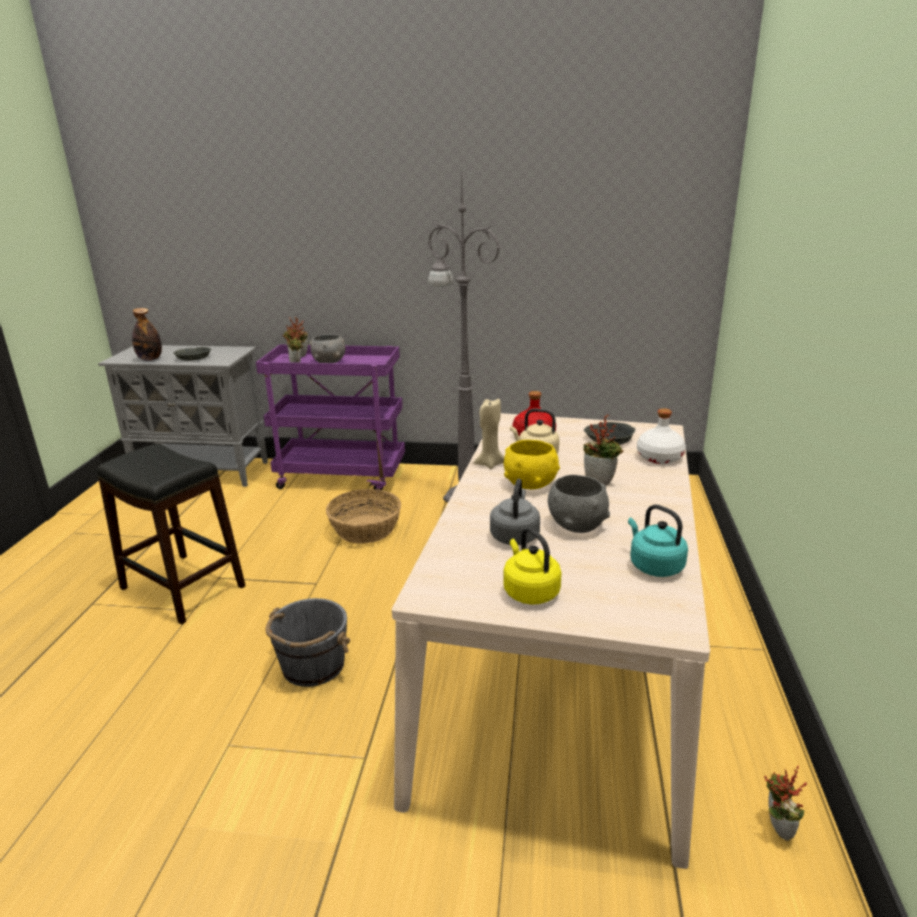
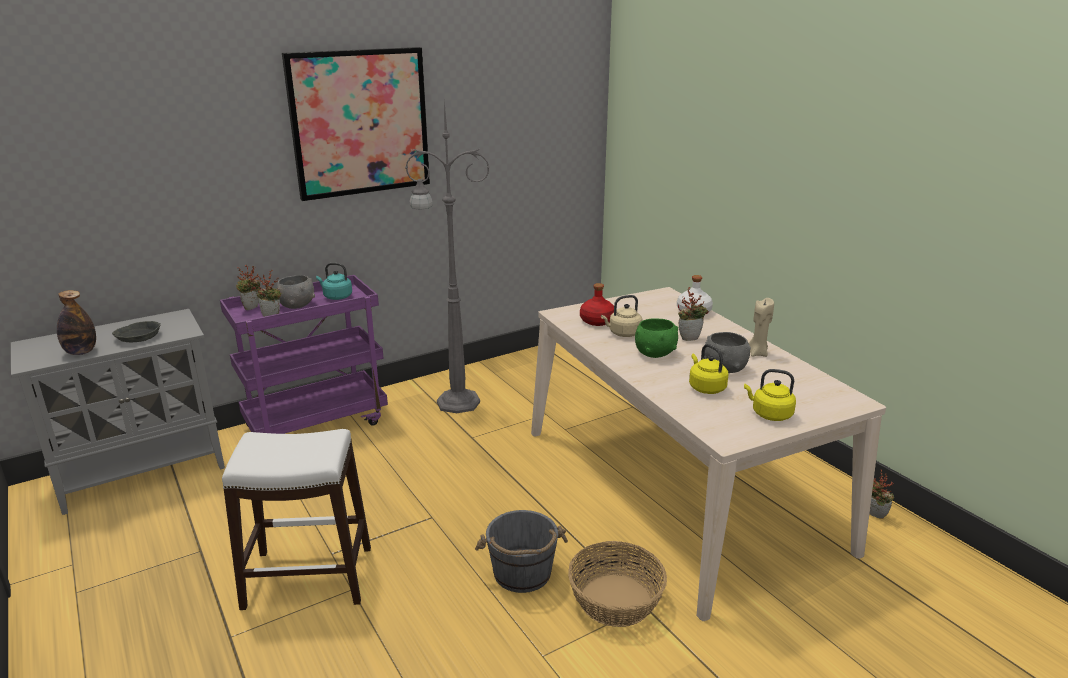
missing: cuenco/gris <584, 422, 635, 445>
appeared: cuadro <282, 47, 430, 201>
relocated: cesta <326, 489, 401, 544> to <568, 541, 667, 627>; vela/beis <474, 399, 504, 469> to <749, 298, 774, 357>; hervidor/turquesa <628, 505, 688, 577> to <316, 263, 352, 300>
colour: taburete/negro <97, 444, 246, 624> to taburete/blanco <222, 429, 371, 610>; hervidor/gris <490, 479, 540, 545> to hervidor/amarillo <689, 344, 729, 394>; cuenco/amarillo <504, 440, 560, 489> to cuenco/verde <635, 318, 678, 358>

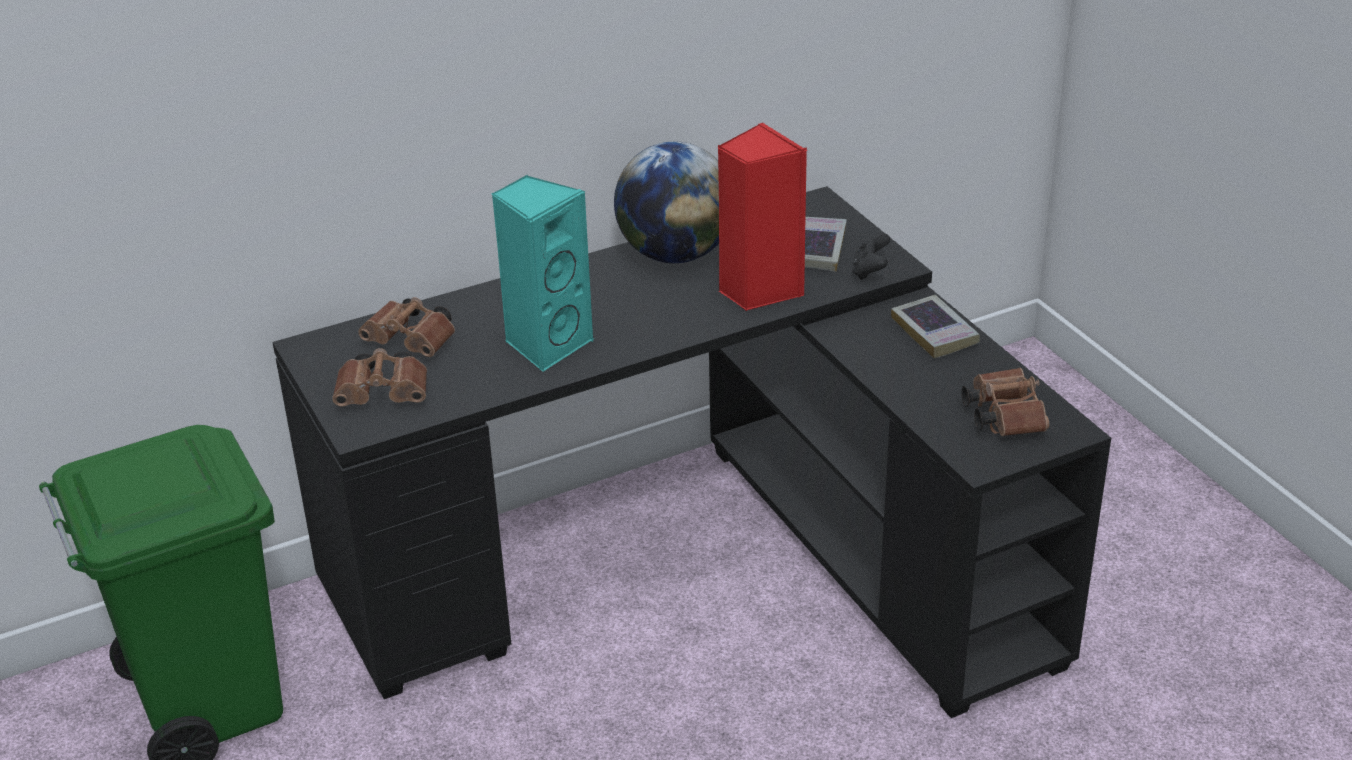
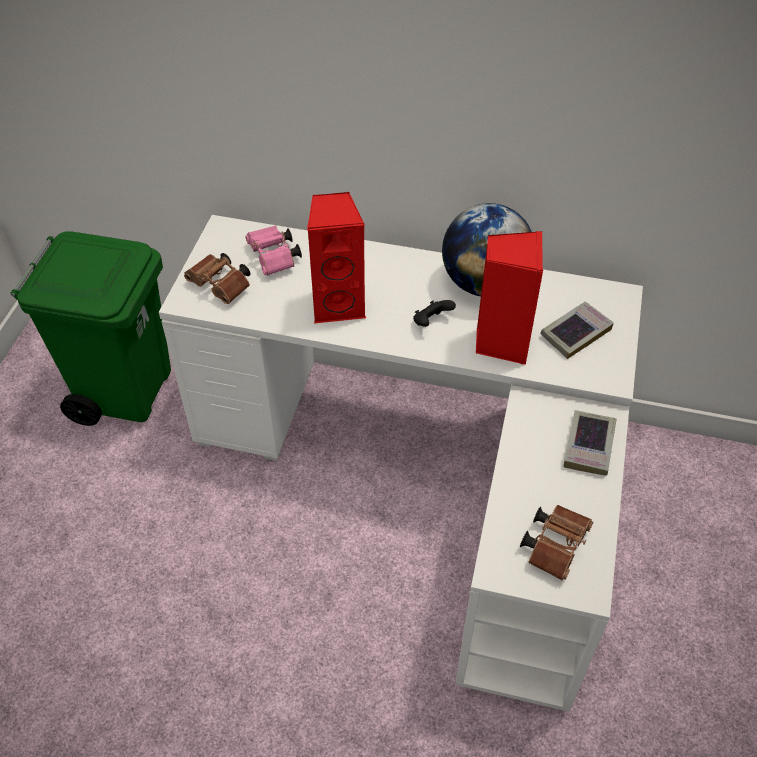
relocated: mando de consola/negro <852, 233, 890, 280> to <413, 300, 456, 327>
colour: escritorio/negro <272, 186, 1111, 718> to escritorio/blanco <159, 215, 643, 712>; prismáticos/marrón <359, 297, 455, 357> to prismáticos/rosa <245, 225, 302, 276>; altavoz/turquesa <492, 175, 594, 372> to altavoz/rojo <307, 192, 366, 324>

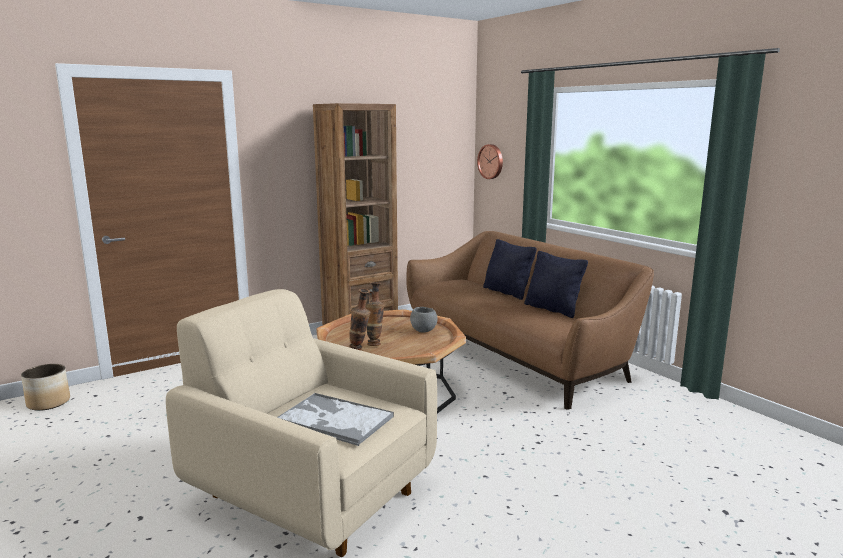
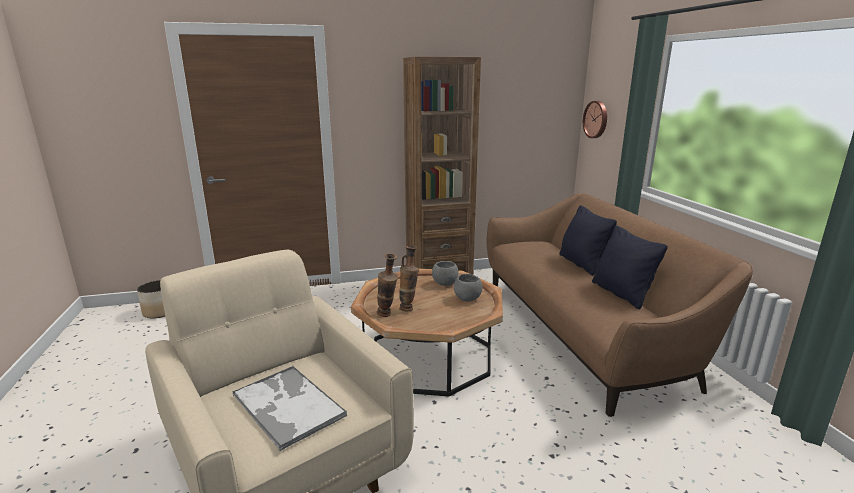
appeared: cuenco/gris <432, 261, 459, 286>

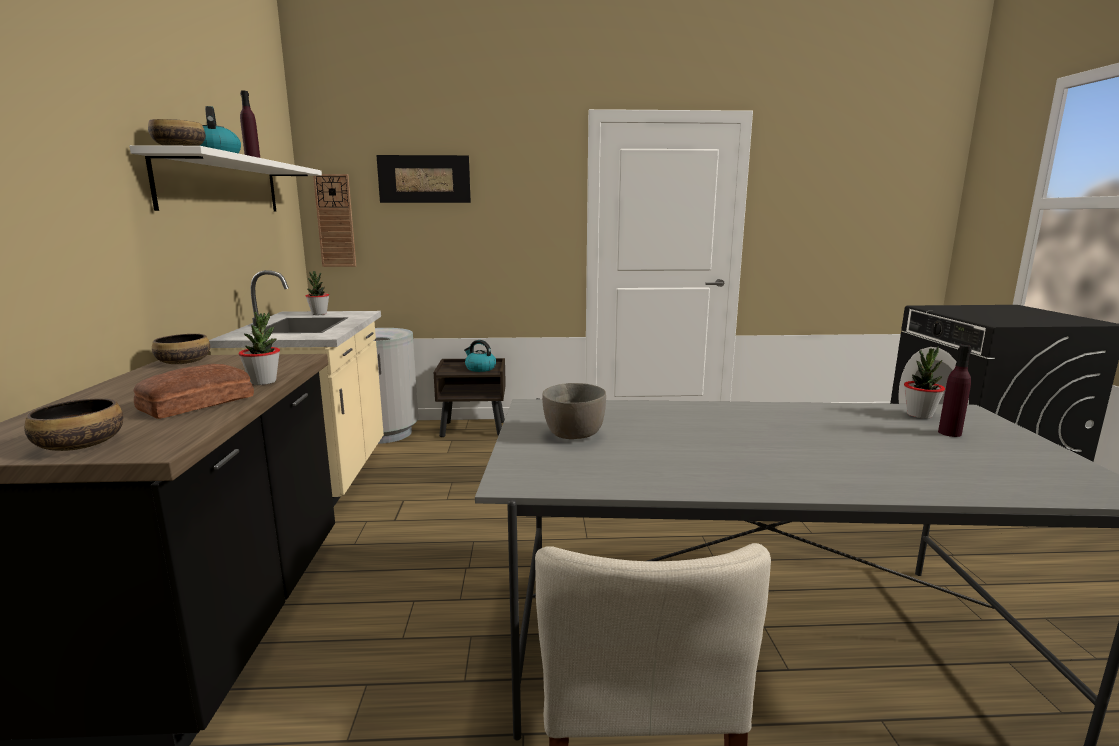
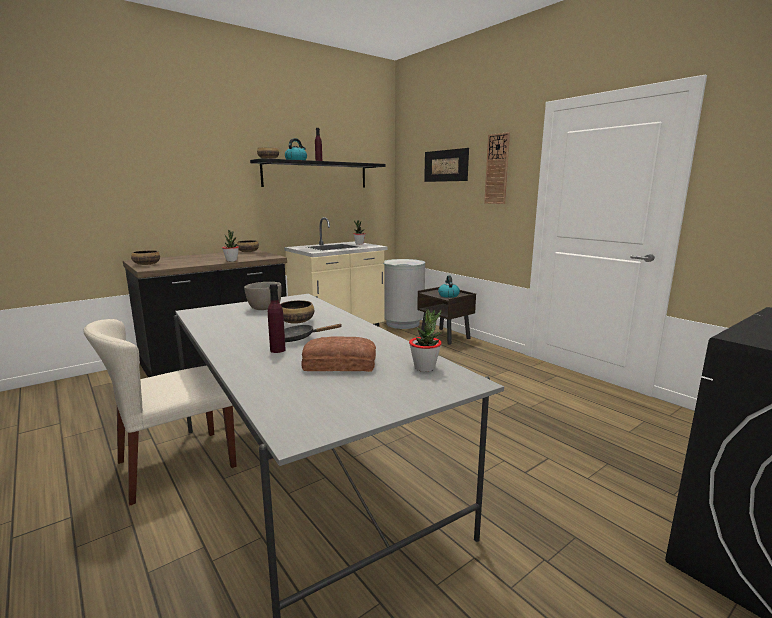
appeared: cuenco <281, 300, 314, 324>; sartén/negro <284, 324, 342, 342>
relocated: pan <134, 364, 254, 419> to <301, 336, 376, 372>; reloj de pared <313, 174, 356, 267> to <484, 132, 510, 204>; botella/morado <938, 345, 972, 437> to <268, 284, 286, 353>
colour: estante/blanco <129, 145, 322, 212> to estante/negro <250, 158, 386, 188>

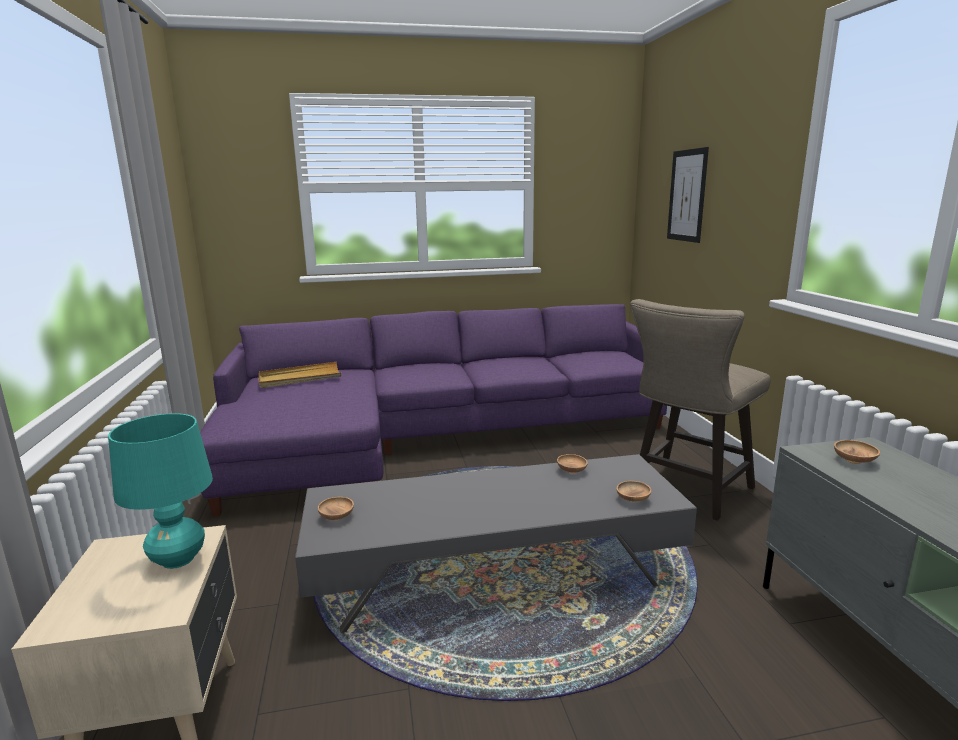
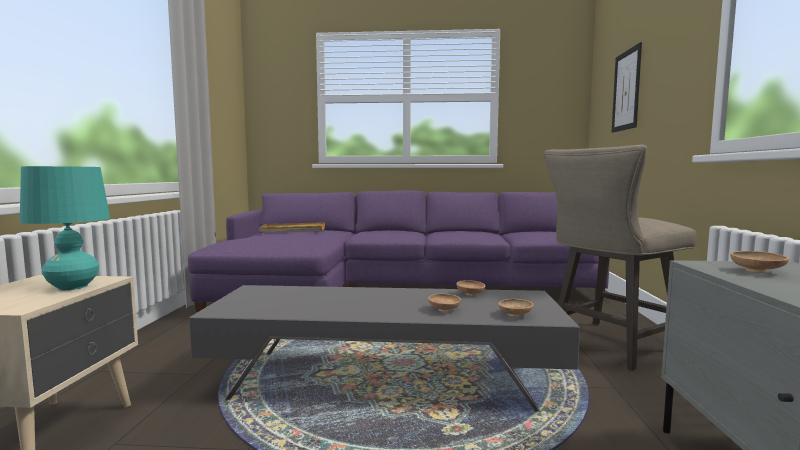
relocated: cuenco/marrón <318, 497, 354, 521> to <428, 294, 461, 312>

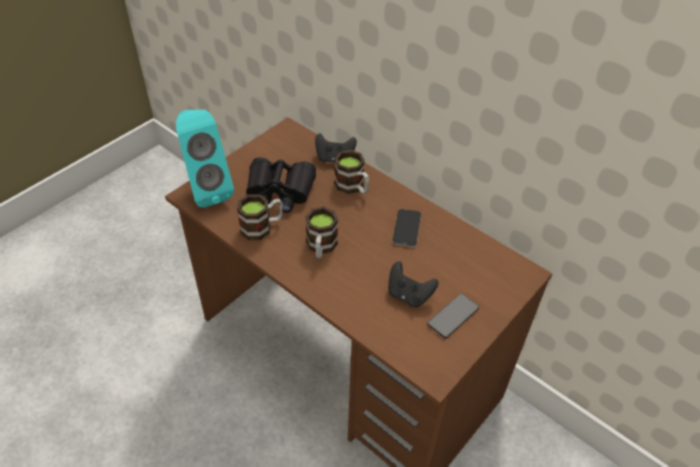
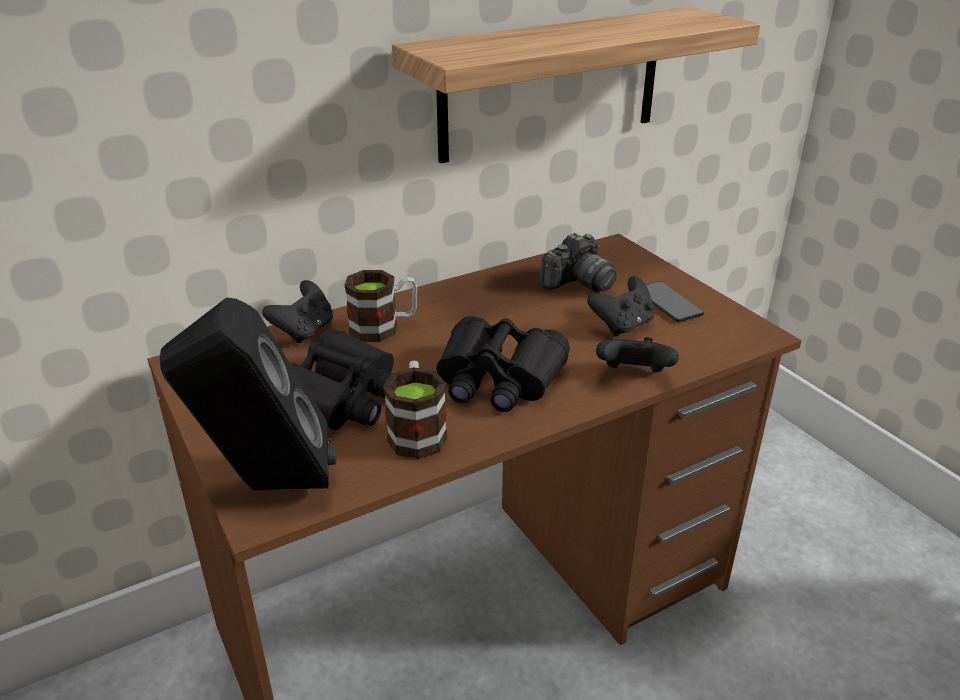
missing: móvil <393, 209, 421, 247>
appeared: estante <392, 7, 761, 164>; cámara <539, 233, 617, 292>; mando de consola/negro <596, 337, 679, 373>
exchanged: taza grande <305, 206, 338, 259> to prismáticos/negro <436, 316, 570, 412>
colour: altavoz/turquesa <176, 110, 234, 208> to altavoz/negro <160, 297, 336, 491>

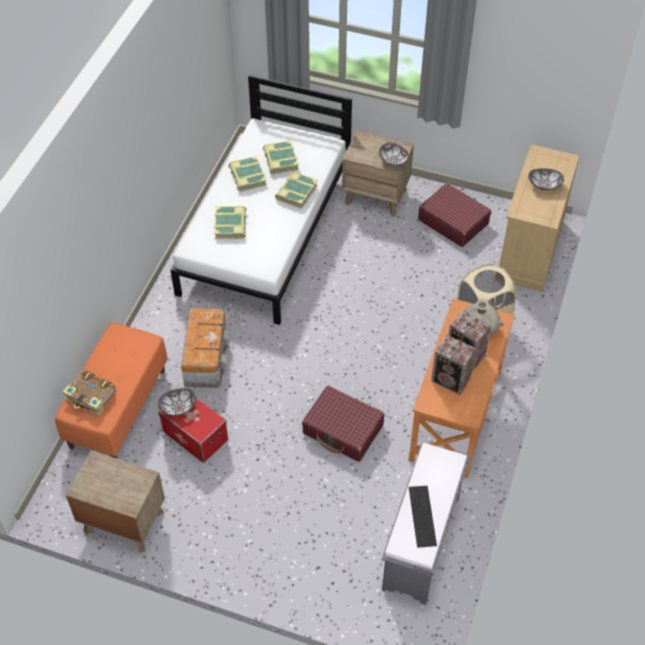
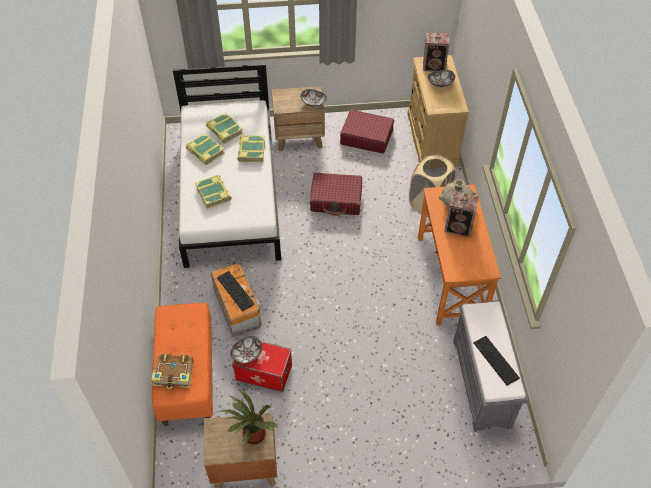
appeared: teclado <217, 271, 255, 311>; planta en maceta <218, 389, 278, 445>
relocated: maleta/rojo <302, 385, 384, 462> to <310, 172, 362, 216>; altavoz <431, 335, 476, 395> to <423, 32, 449, 72>

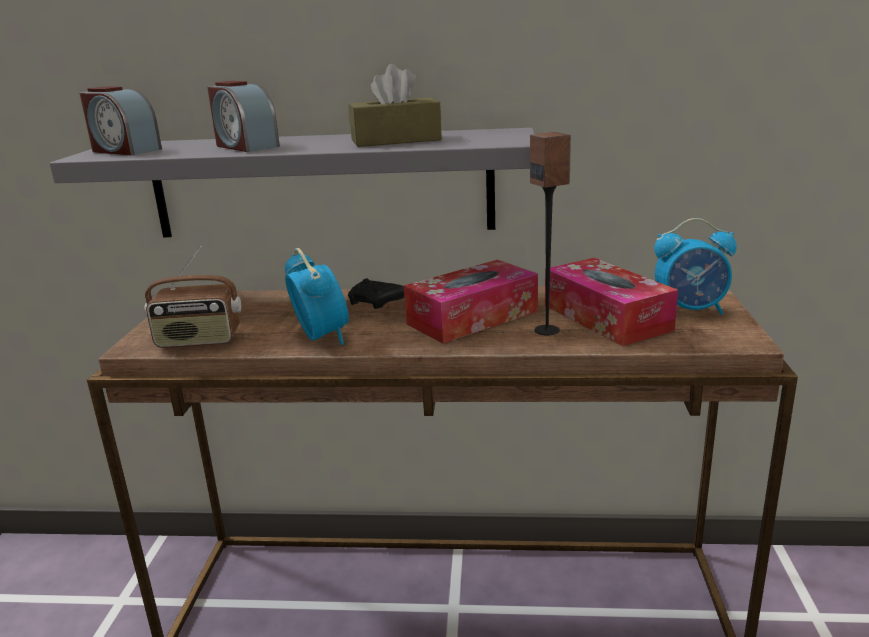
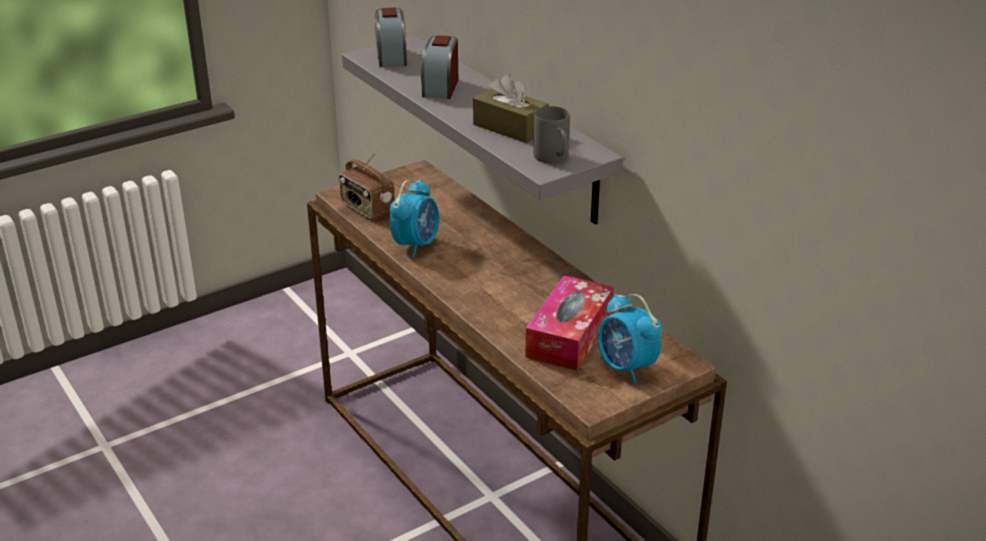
missing: mando de consola/negro <348, 278, 404, 309>; caja de pañuelos <404, 260, 538, 344>; altavoz <530, 132, 571, 336>
appeared: taza grande/gris <533, 106, 570, 164>

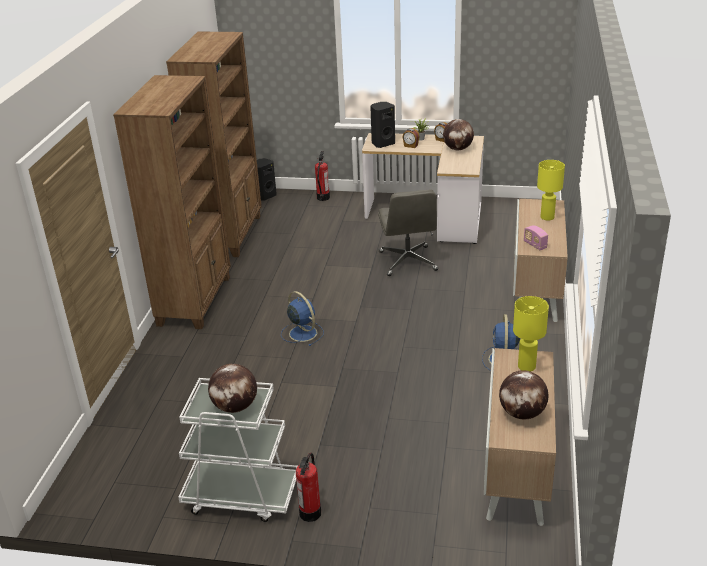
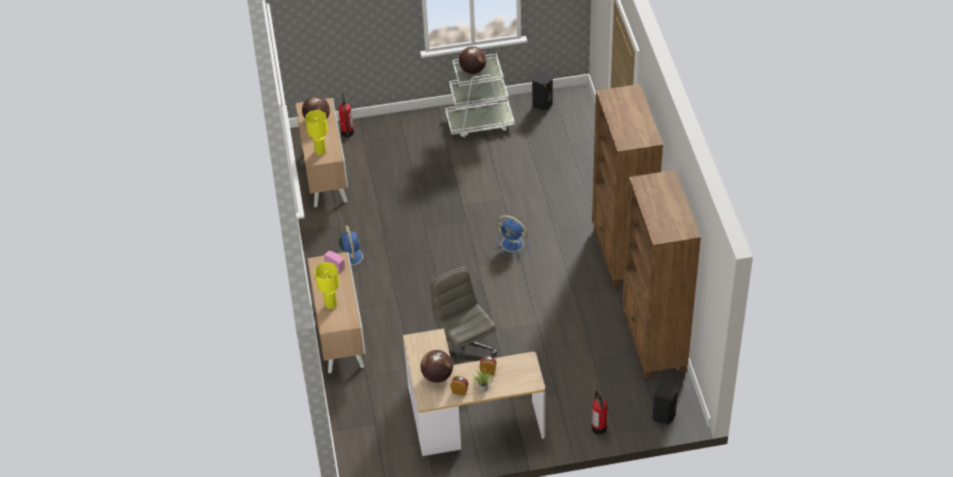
relocated: extintor <296, 453, 321, 522> to <338, 93, 354, 137>; altavoz/negro <370, 102, 395, 148> to <532, 71, 553, 111>

